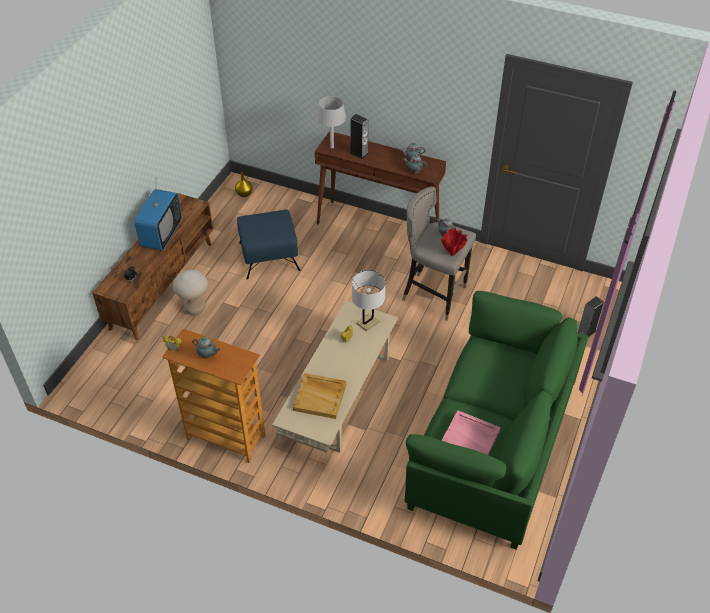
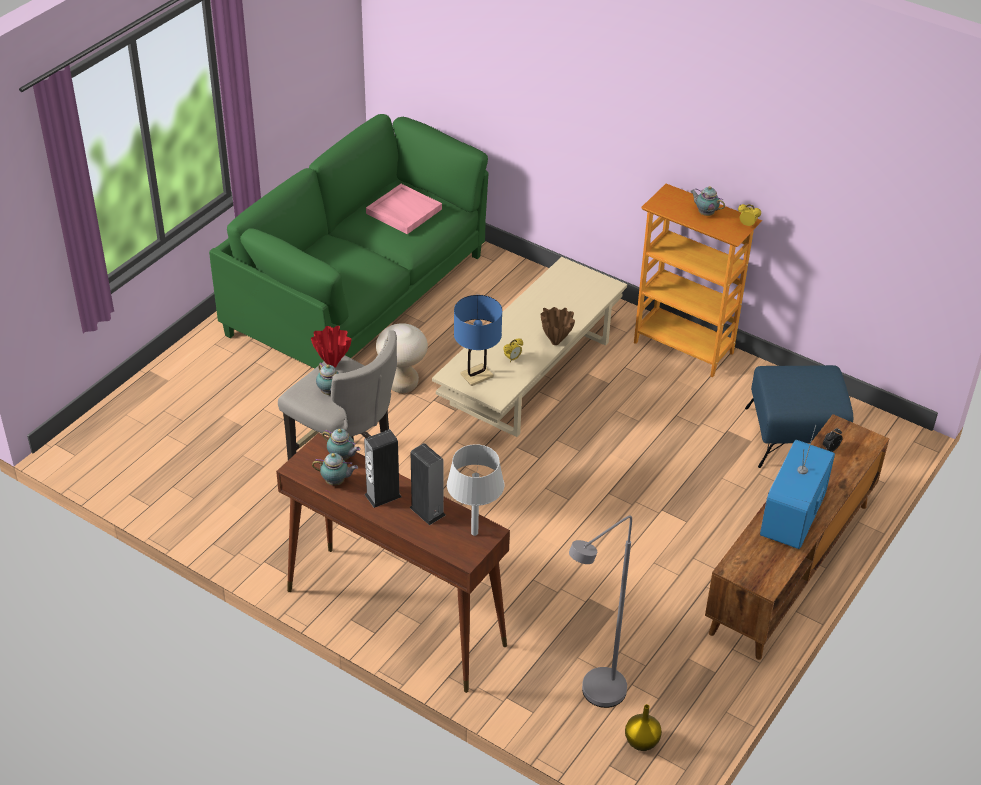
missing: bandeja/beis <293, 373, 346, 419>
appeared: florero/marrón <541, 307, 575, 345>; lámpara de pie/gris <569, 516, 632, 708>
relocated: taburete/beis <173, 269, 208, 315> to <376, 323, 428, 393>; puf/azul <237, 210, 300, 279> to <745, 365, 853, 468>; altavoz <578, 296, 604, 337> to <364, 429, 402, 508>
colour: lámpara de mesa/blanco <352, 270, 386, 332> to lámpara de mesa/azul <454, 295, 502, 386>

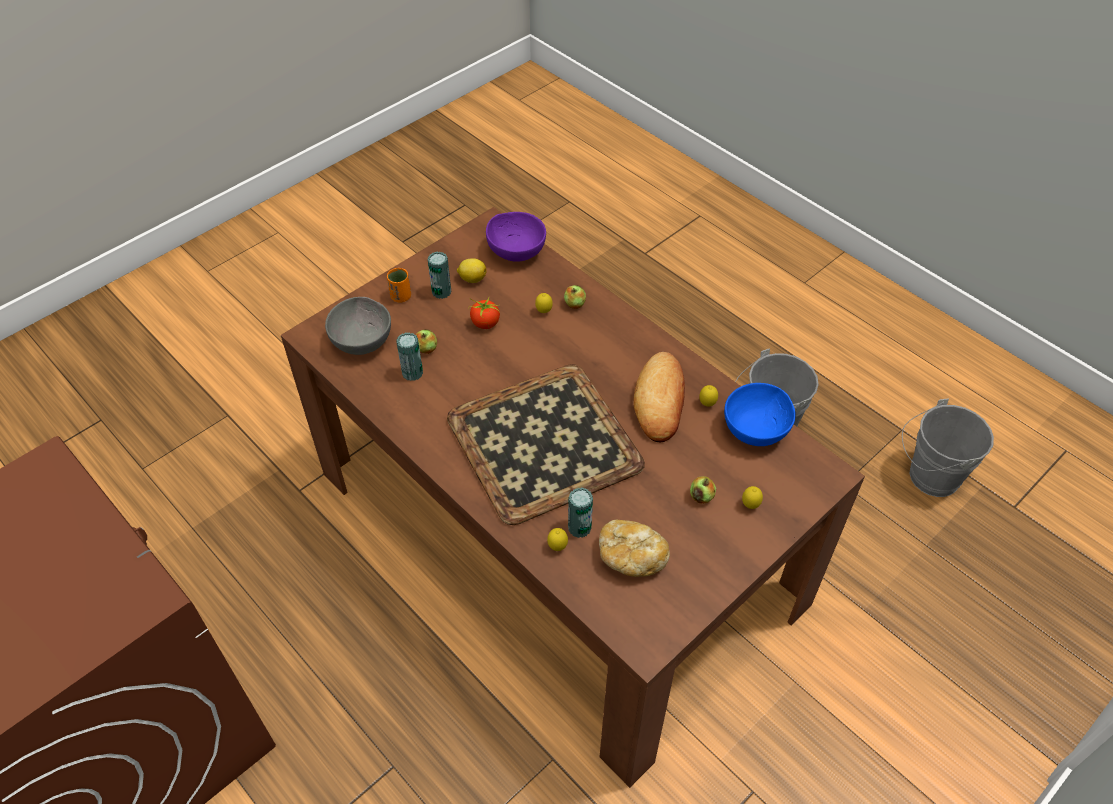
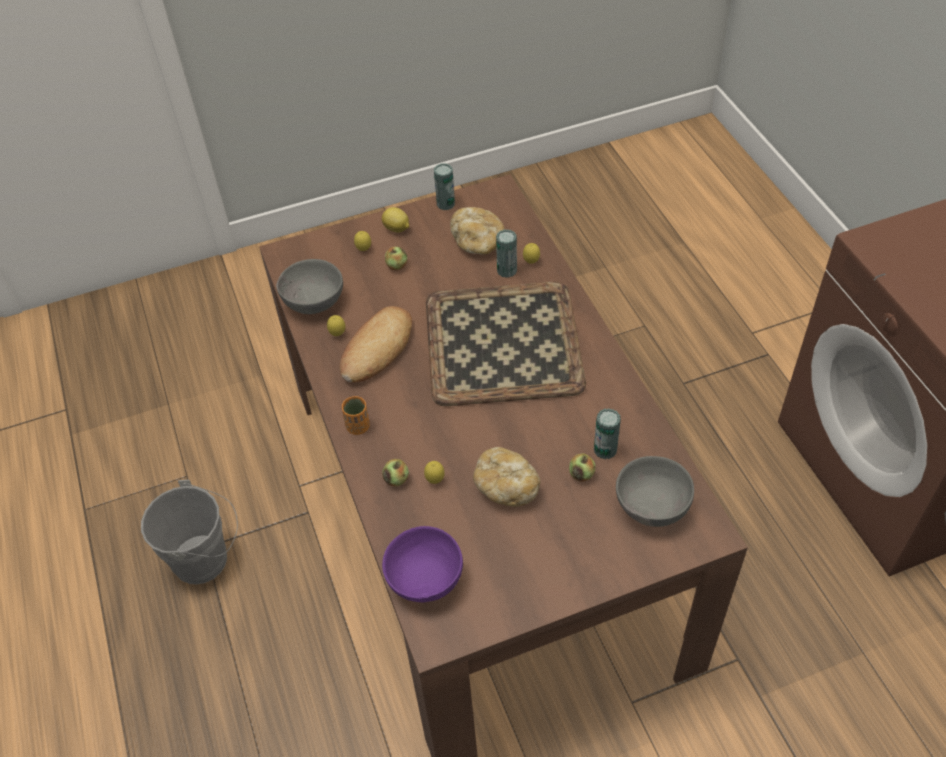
missing: cubo/gris <902, 398, 994, 497>
relocated: taza/naranja <387, 268, 411, 303> to <342, 396, 370, 435>; lata <428, 252, 451, 299> to <434, 163, 455, 210>; limón <457, 258, 487, 283> to <382, 207, 409, 233>
exchanged: tomate <468, 298, 500, 329> to pan <473, 447, 540, 506>
colour: cuenco/azul <724, 383, 796, 446> to cuenco/gris <276, 259, 343, 314>

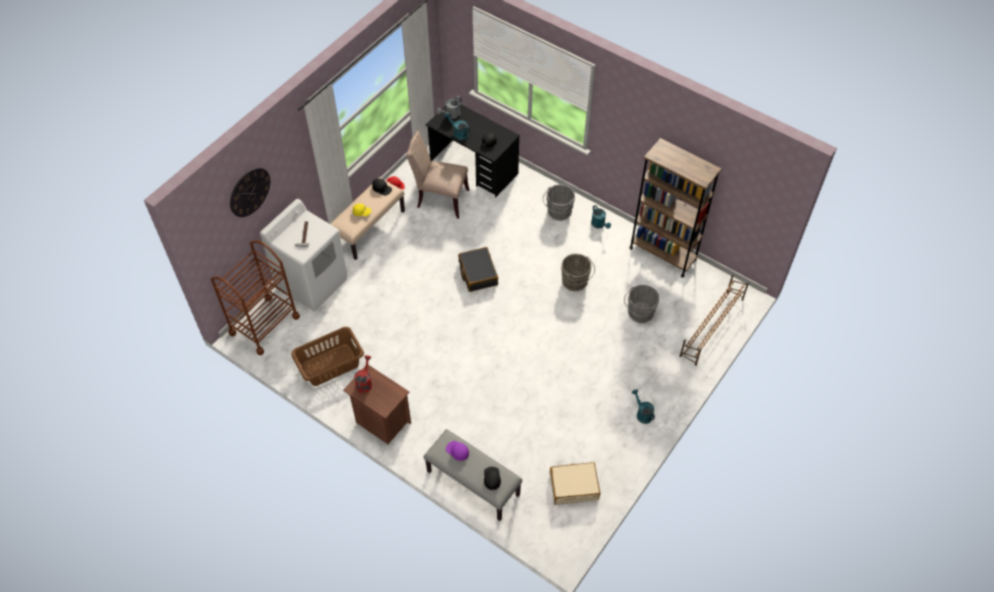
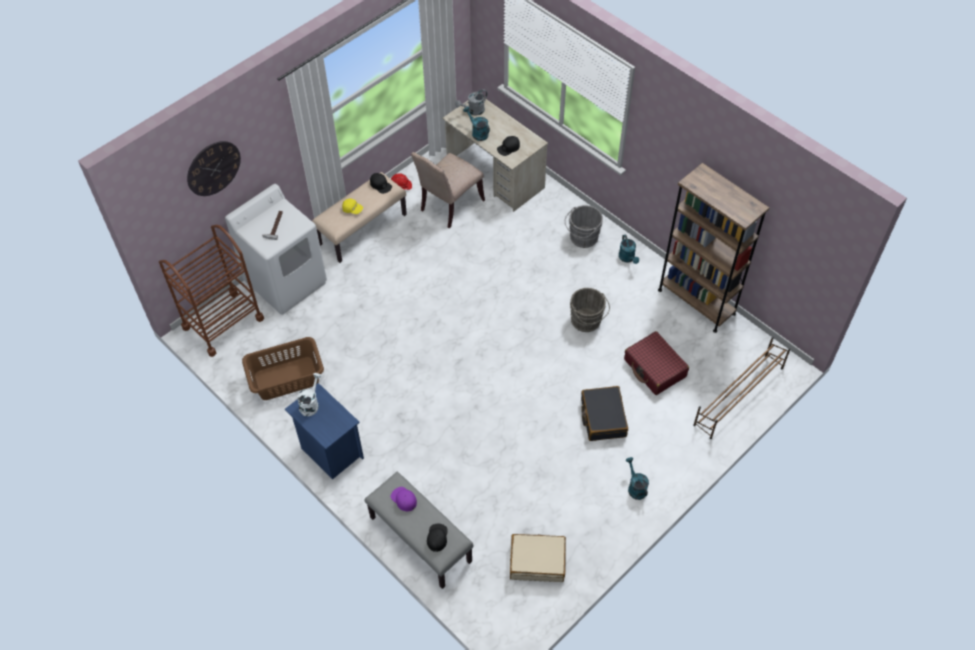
relocated: maleta/negro <458, 247, 498, 292> to <581, 386, 628, 441>
exchanged: cubo/gris <624, 285, 659, 323> to maleta/rojo <624, 331, 689, 395>
colour: mesita de noche/marrón <343, 365, 411, 444> to mesita de noche/azul <285, 383, 364, 480>; regadera/rojo <354, 355, 372, 393> to regadera/blanco <297, 373, 321, 416>; escritorio/negro <426, 104, 520, 197> to escritorio/beis <442, 97, 548, 212>
spun: silla/beis <406, 131, 469, 219> = <411, 152, 485, 228> 75 degrees counterclockwise

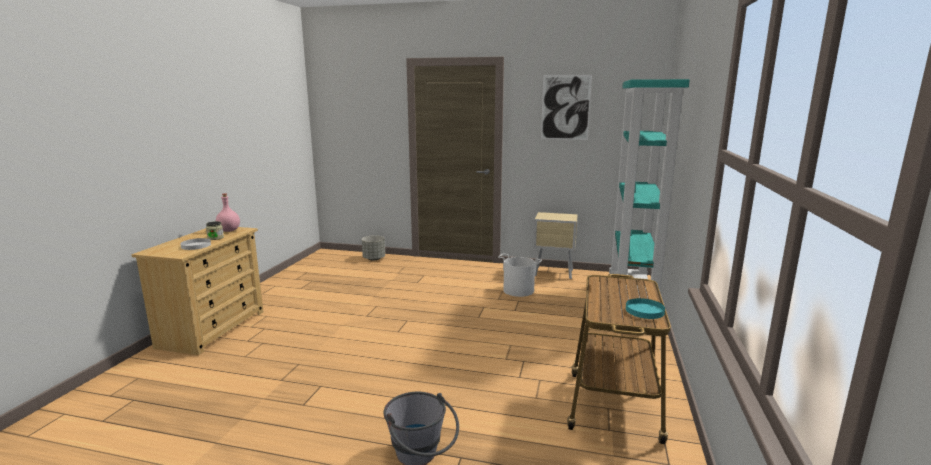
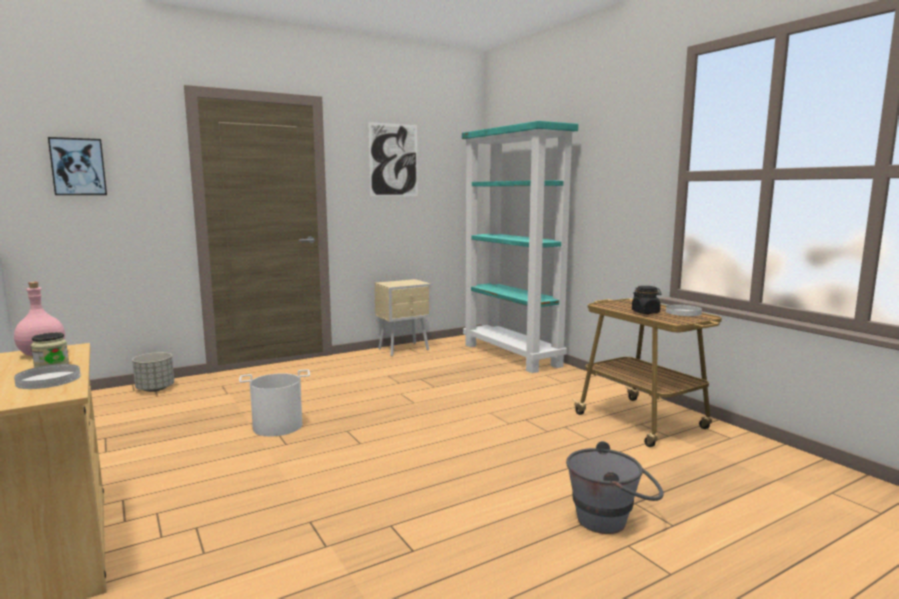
appeared: cuadro <48, 137, 107, 195>; tarro/negro <632, 286, 661, 314>
relocated: cubo/blanco <498, 253, 542, 297> to <239, 369, 310, 436>
colour: plato/turquesa <626, 298, 665, 319> to plato/blanco <666, 304, 702, 316>

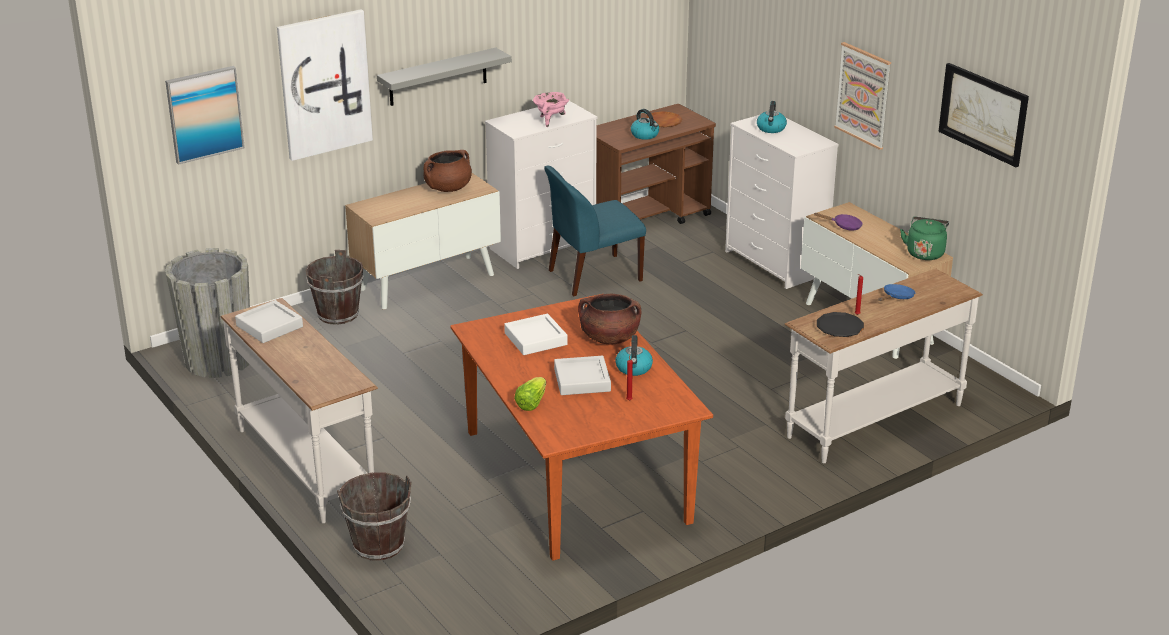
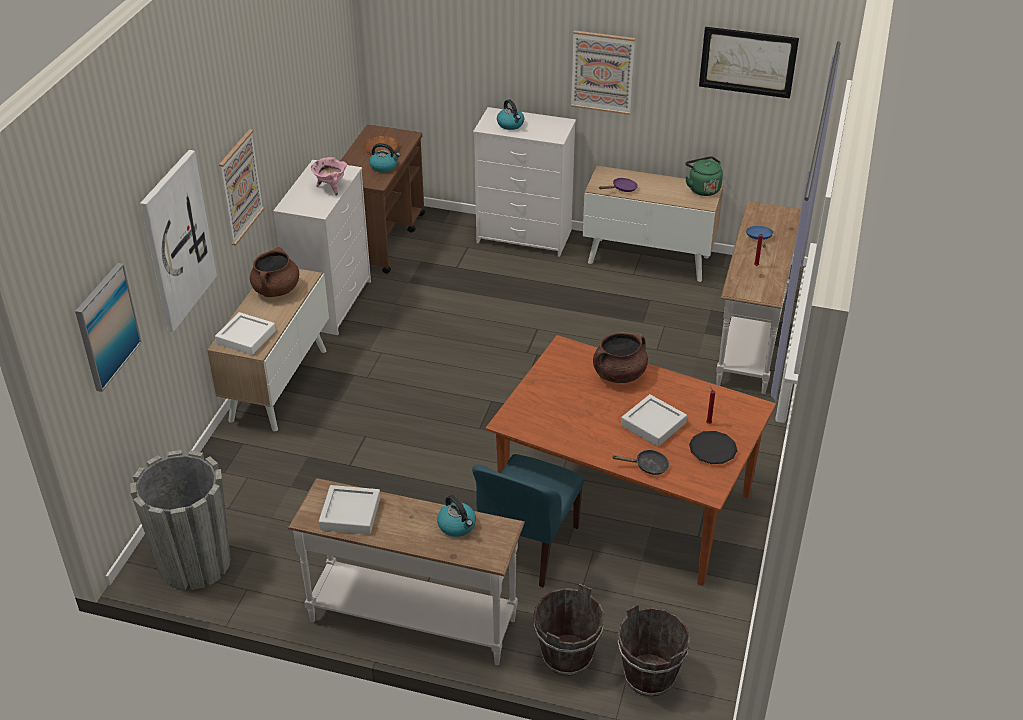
relocated: cubo/marrón <305, 250, 364, 325> to <618, 604, 690, 697>; bandeja/blanco <504, 314, 568, 355> to <215, 312, 276, 355>; silla/azul <544, 166, 646, 296> to <472, 454, 584, 587>; hervidor <615, 335, 653, 376> to <437, 495, 476, 537>; plato/negro <817, 312, 864, 337> to <689, 431, 738, 464>
exchanged: estante/gris <377, 48, 512, 106> to cuadro <219, 129, 264, 246>; lechuga <514, 377, 546, 411> to sartén/negro <613, 450, 669, 475>

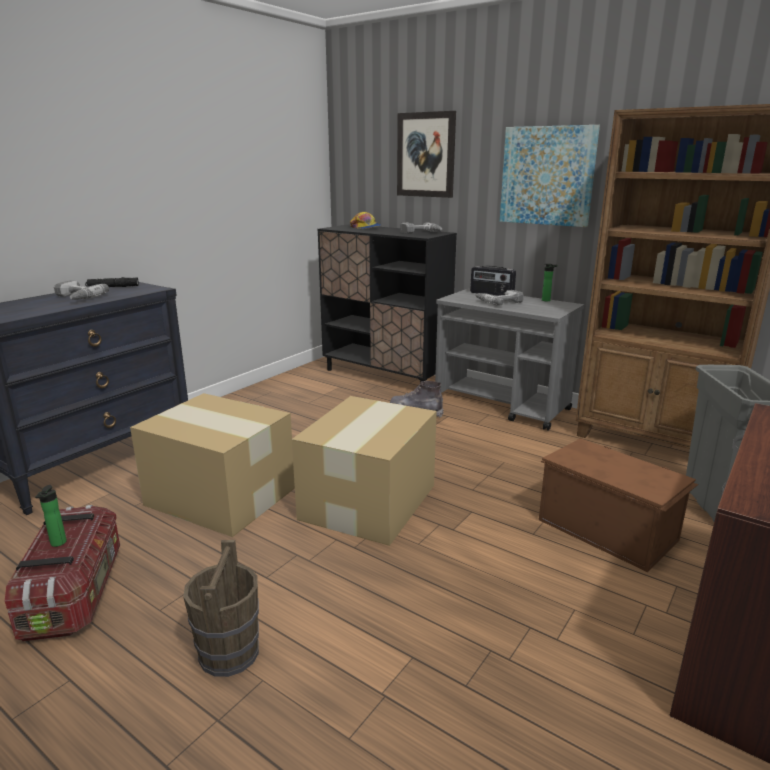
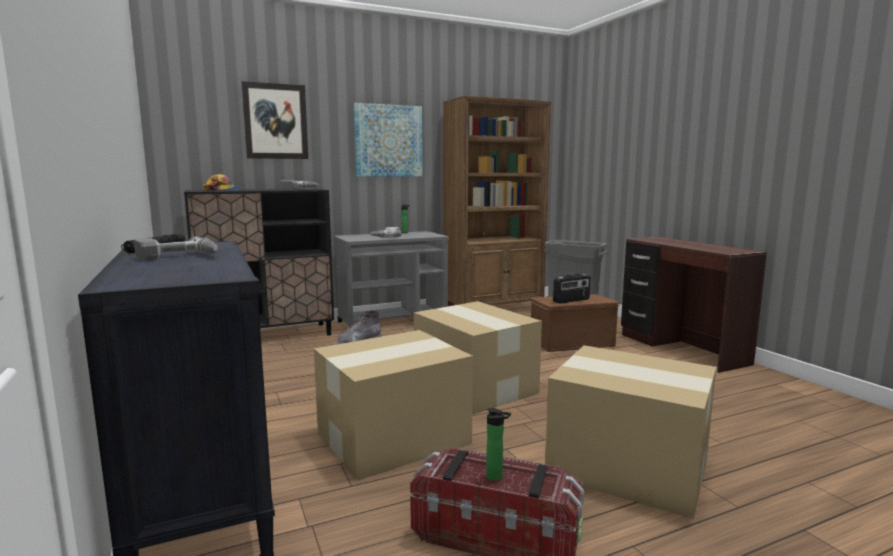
relocated: radio <470, 266, 516, 296> to <553, 274, 591, 304>
exchanged: cubo/marrón <183, 540, 259, 677> to caja de cartón <545, 345, 716, 519>

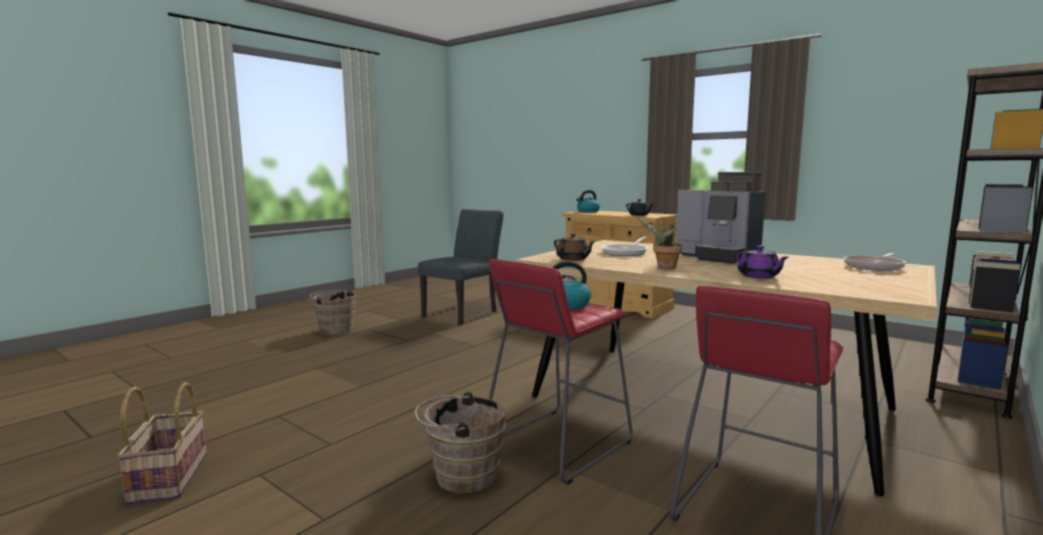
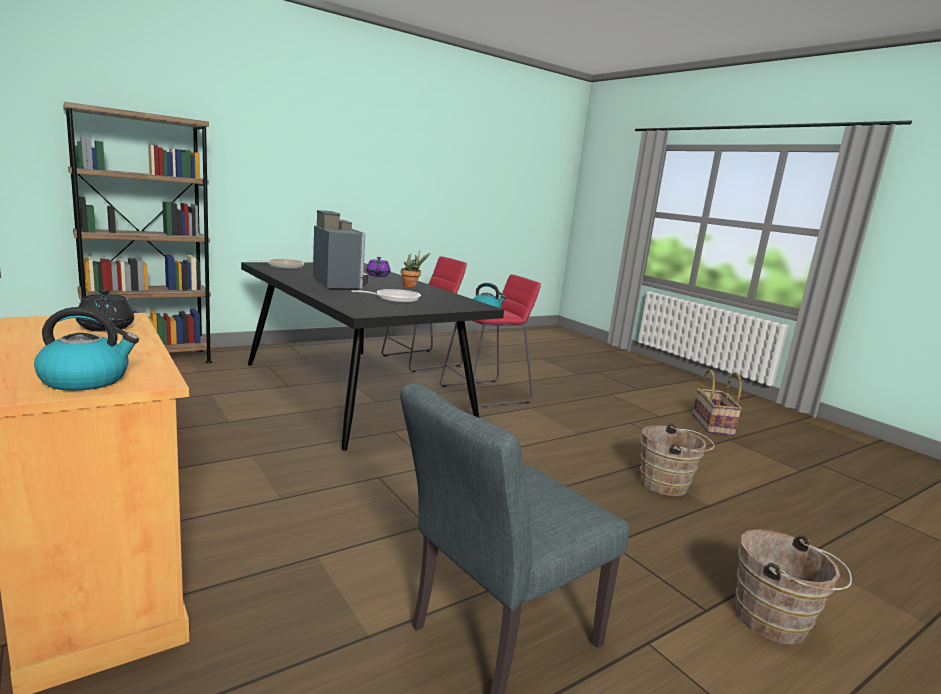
missing: tetera/marrón <554, 233, 596, 261>
relocated: cubo/marrón <415, 392, 506, 493> to <640, 424, 715, 496>
colour: mesa de comedor/beis <516, 240, 937, 496> to mesa de comedor/negro <241, 262, 504, 451>

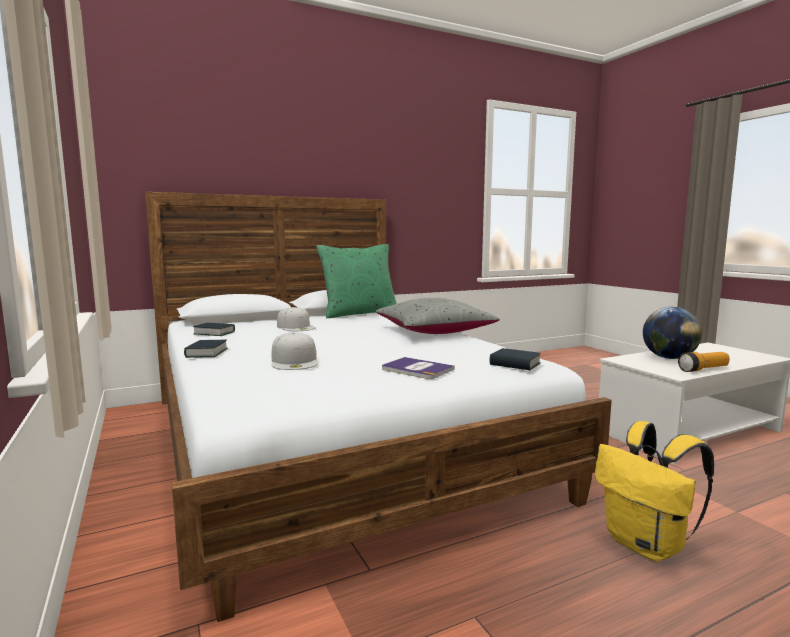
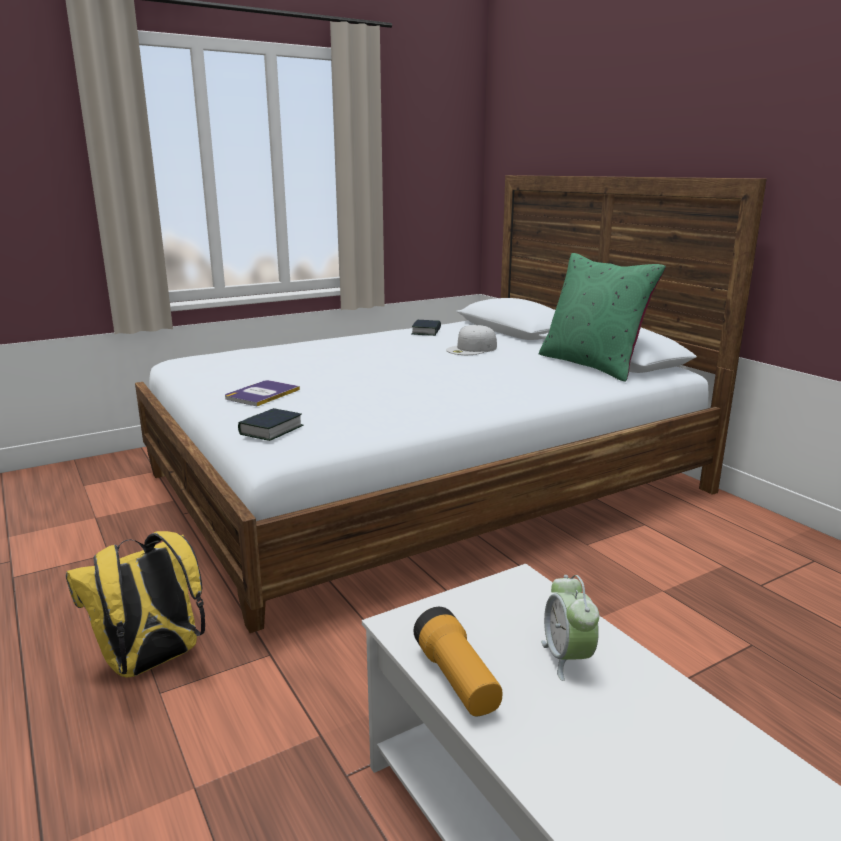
missing: libro <184, 340, 228, 358>; gorra/blanco <272, 332, 318, 370>; cojín/gris <375, 298, 500, 334>
exchanged: globo terráqueo <643, 307, 702, 359> to despertador <541, 575, 599, 681>

